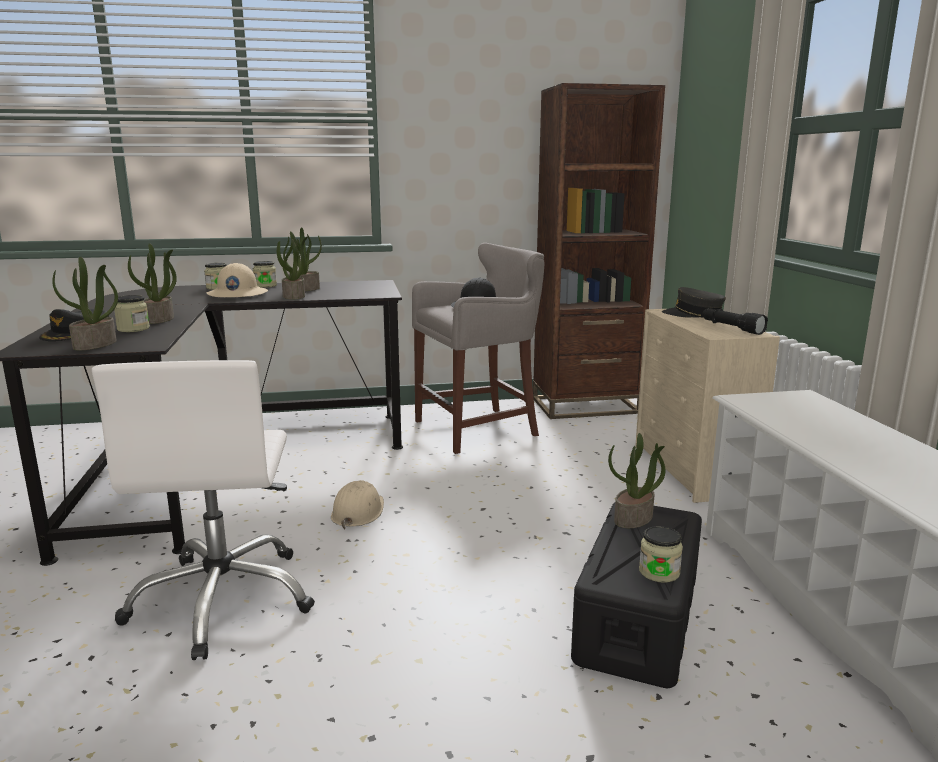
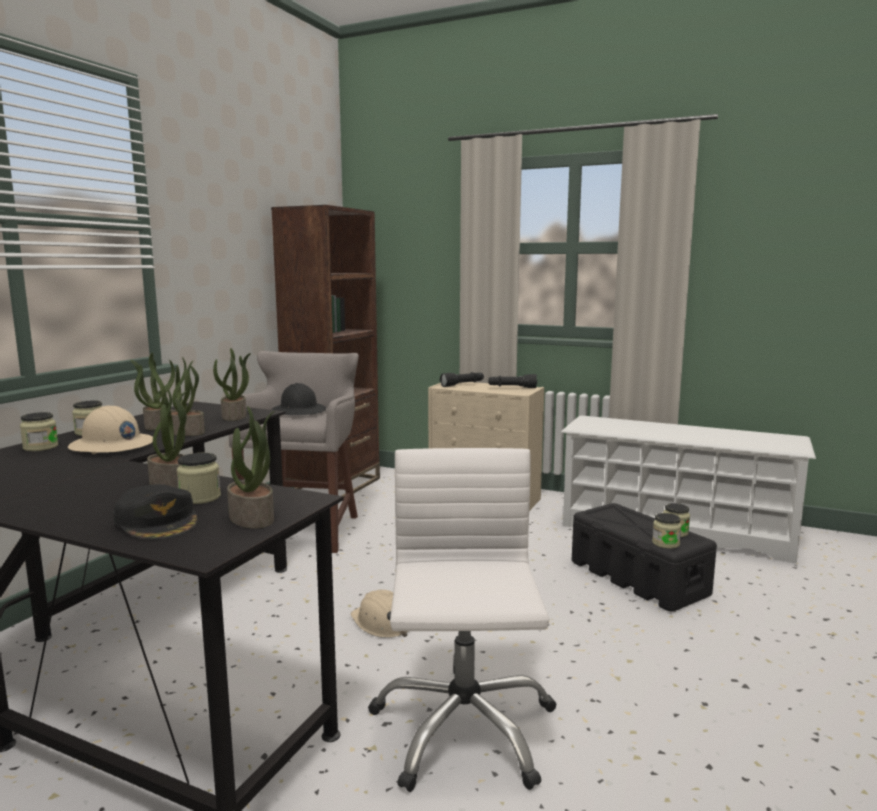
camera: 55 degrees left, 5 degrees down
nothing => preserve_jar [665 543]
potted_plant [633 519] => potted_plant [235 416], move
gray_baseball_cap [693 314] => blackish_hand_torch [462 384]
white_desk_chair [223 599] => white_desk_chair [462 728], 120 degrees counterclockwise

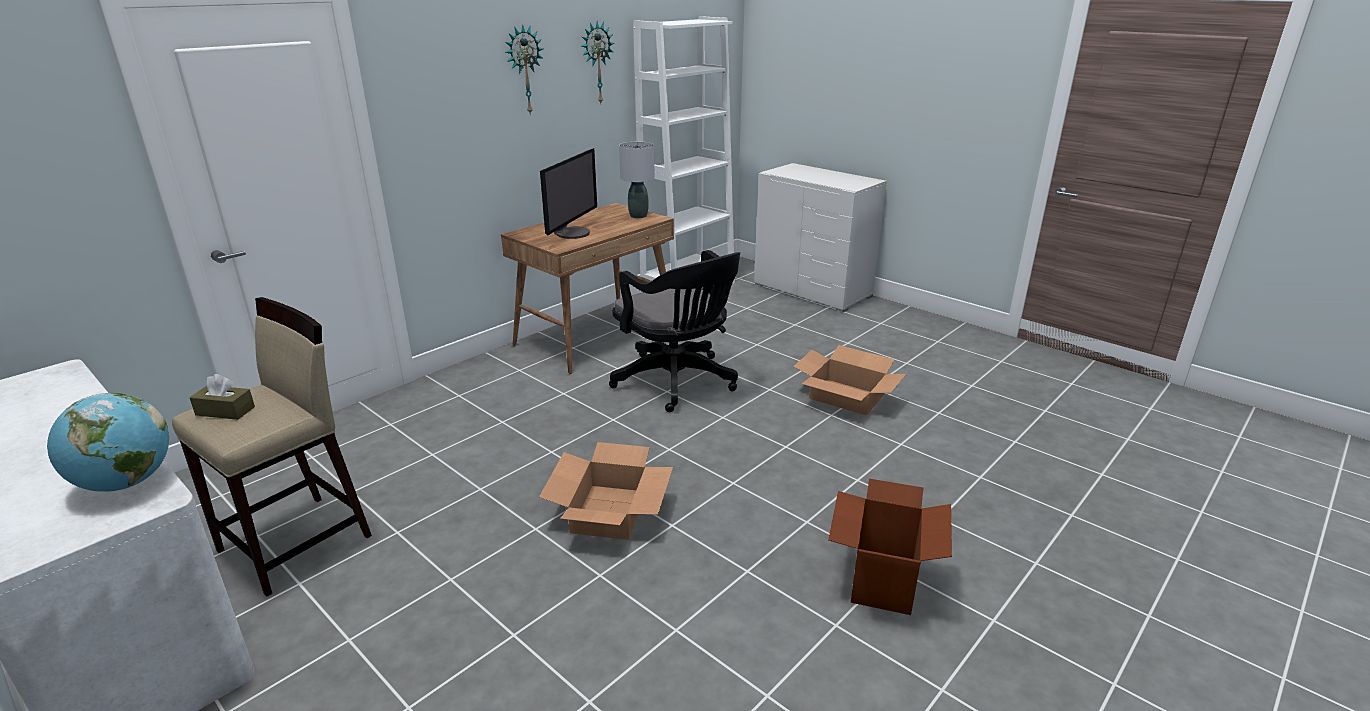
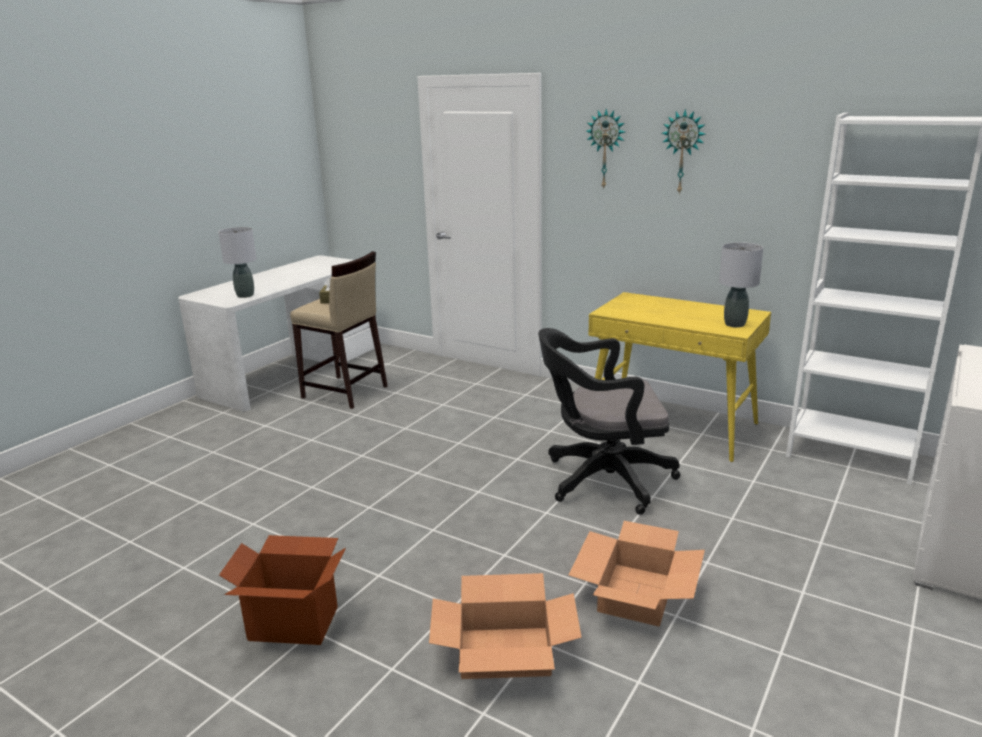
camera: 80 degrees right, 5 degrees down
monitor [572 233] => nothing
carton [609 512] => carton [505 652], move
clock_on_the_wall [596 63] => clock_on_the_wall [606 149], move
desk_globe [126 483] => gray_tabletop_lamp [245 295]
brown_desk_unit [596 335] => yellow-coloured_desk_unit [672 425]
blackish_desk_chair [678 383] => blackish_desk_chair [602 480], 45 degrees clockwise

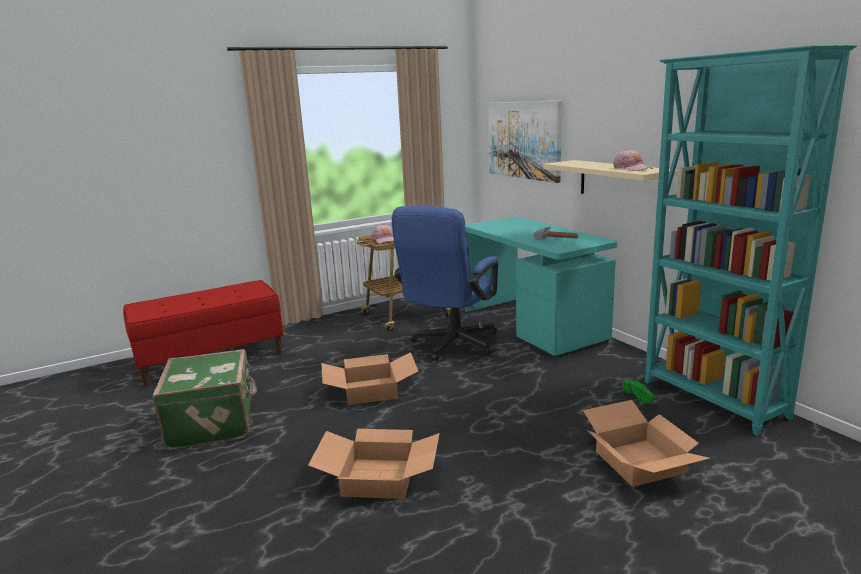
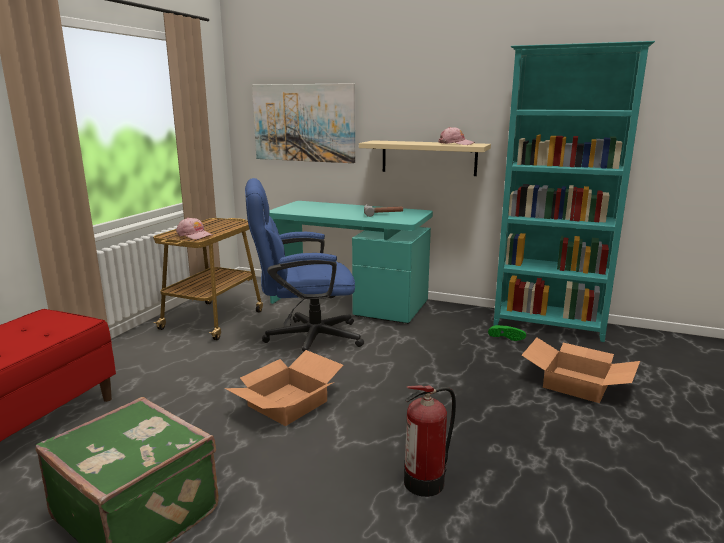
camera: 40 degrees left, 0 degrees up
carton [380 477] => fire_extinguisher [426 481]
bluish_desk_chair [451 346] => bluish_desk_chair [304 338], 90 degrees clockwise

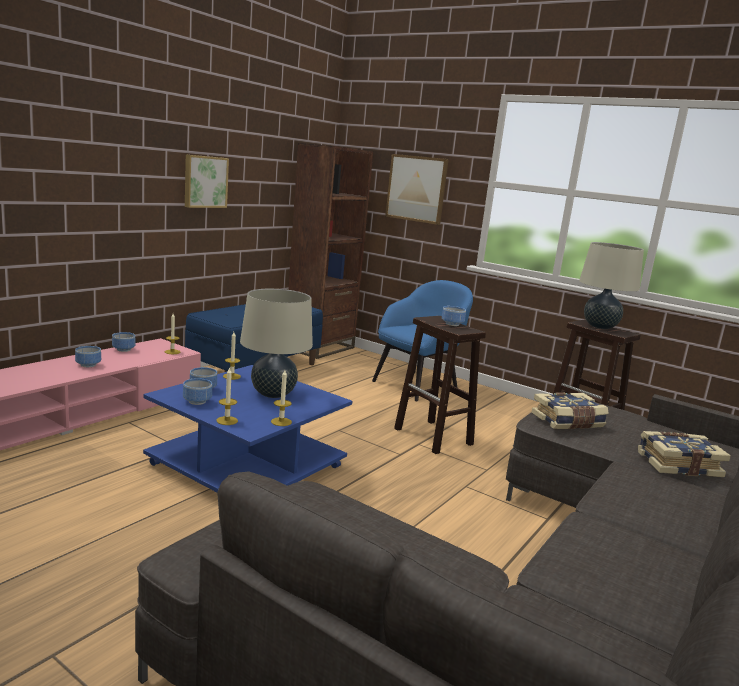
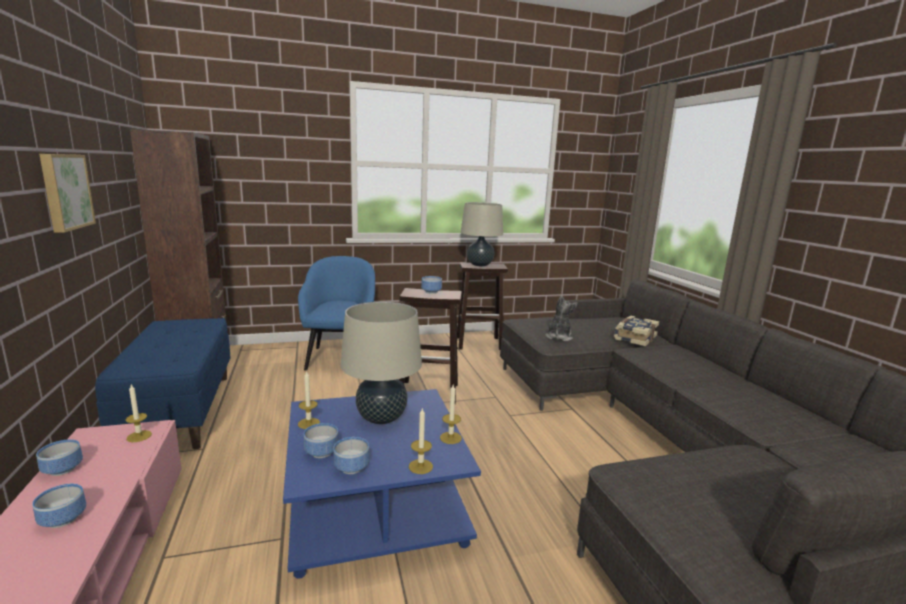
camera: 50 degrees left, 0 degrees up
wall_art [416 188] => nothing
book [568 422] => cuddly_toy [558 337]

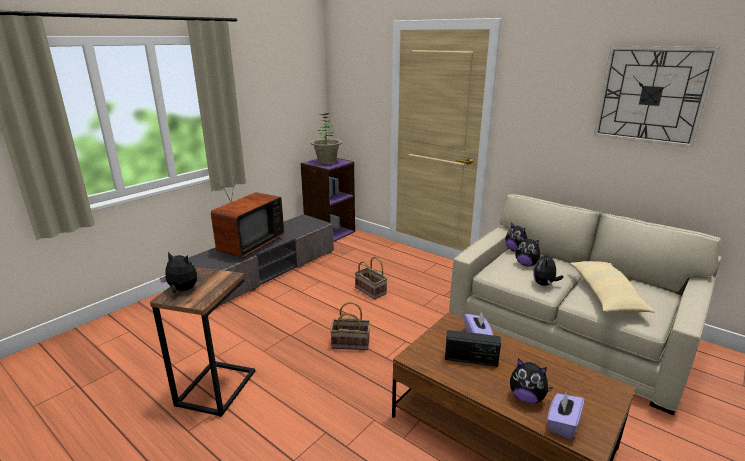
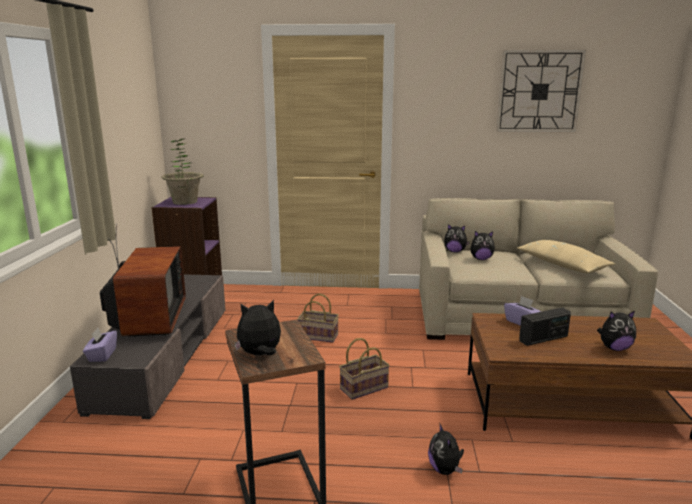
camera: 35 degrees left, 5 degrees down
cuddly_toy [544 284] => cuddly_toy [445 470], move
purplish_tissue_holder [562 424] => purplish_tissue_holder [102 355], move

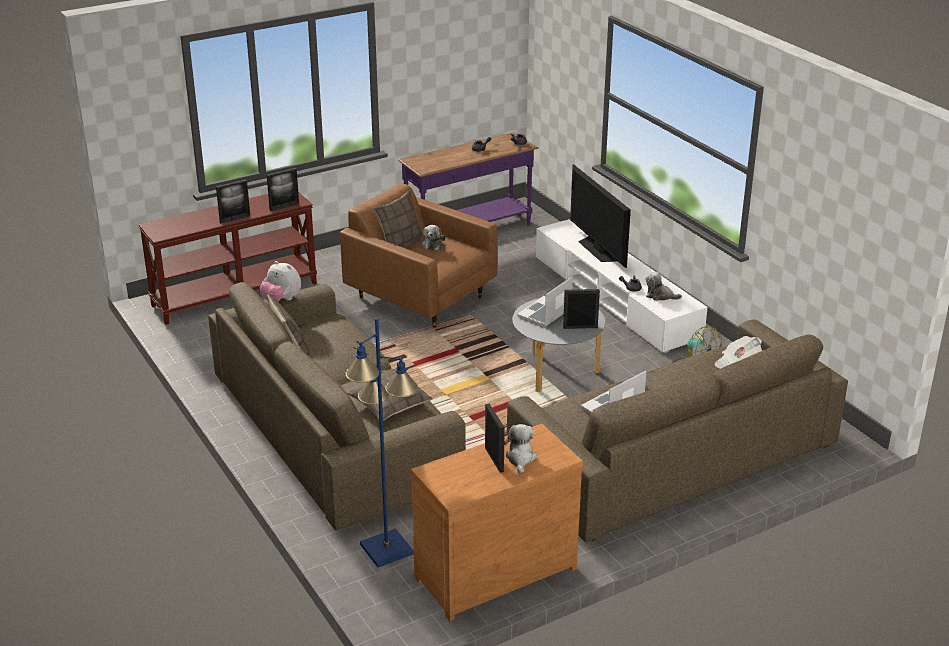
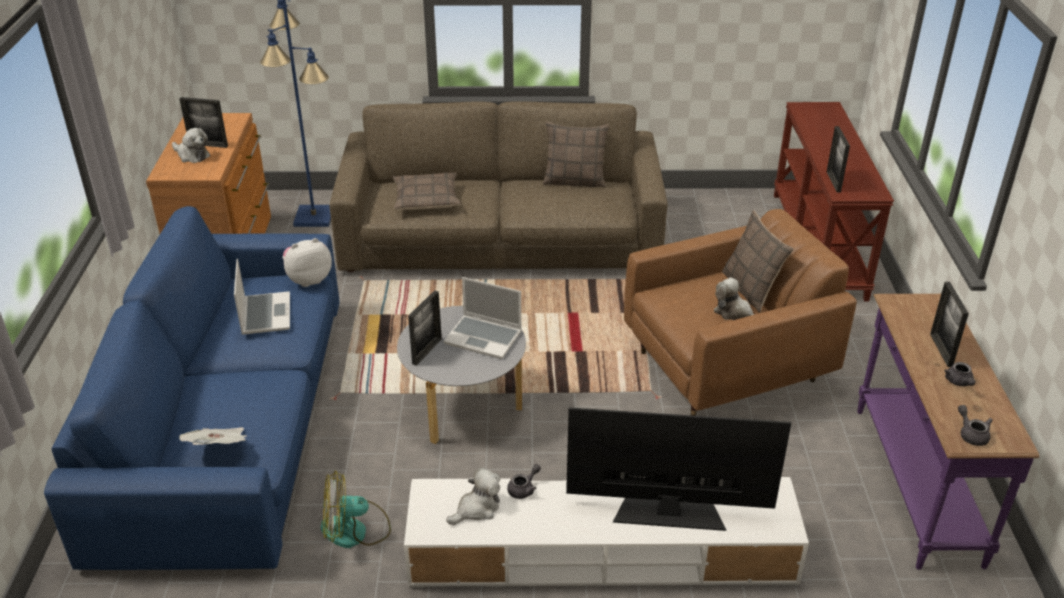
camera: 120 degrees right, 5 degrees up
picture_frame [235 219] => picture_frame [941 350], move
cuddly_toy [281 300] => cuddly_toy [308 279], move
brown_couch [672 456] => bluish_couch [229 421]
notebook_computer [545 313] => notebook_computer [484 338], 135 degrees clockwise

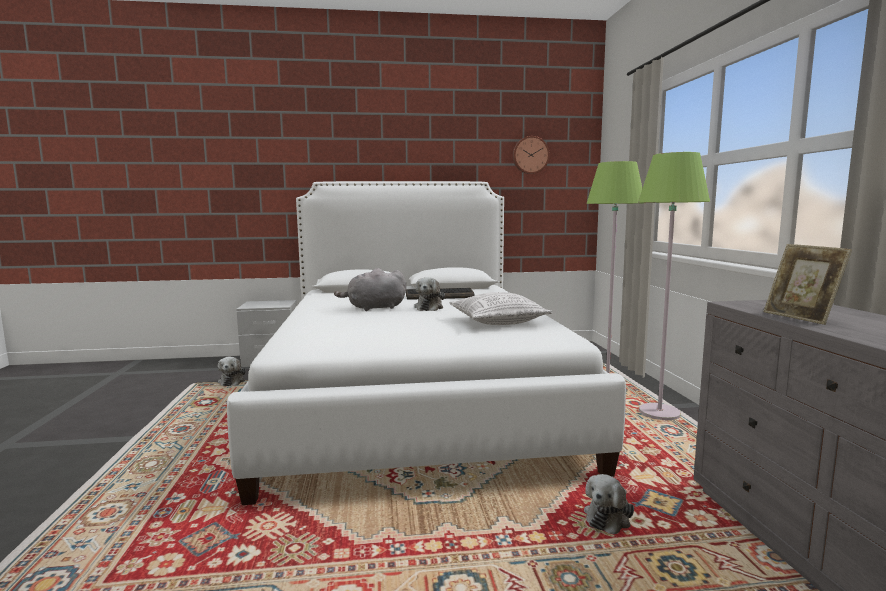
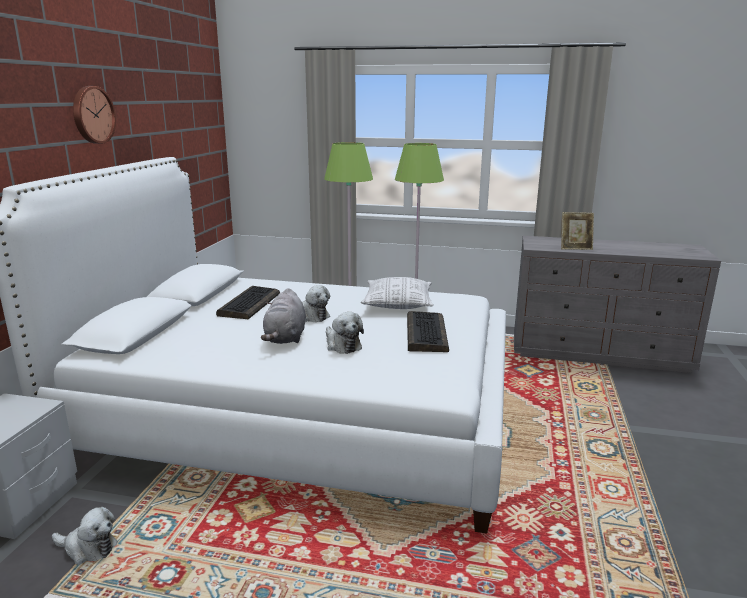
camera: 70 degrees left, 10 degrees up
nothing => computer_keyboard [425 333]
clock_on_the_wall [530 155] => clock_on_the_wall [92 115], move
cuddly_toy [608 517] => cuddly_toy [342 345], move

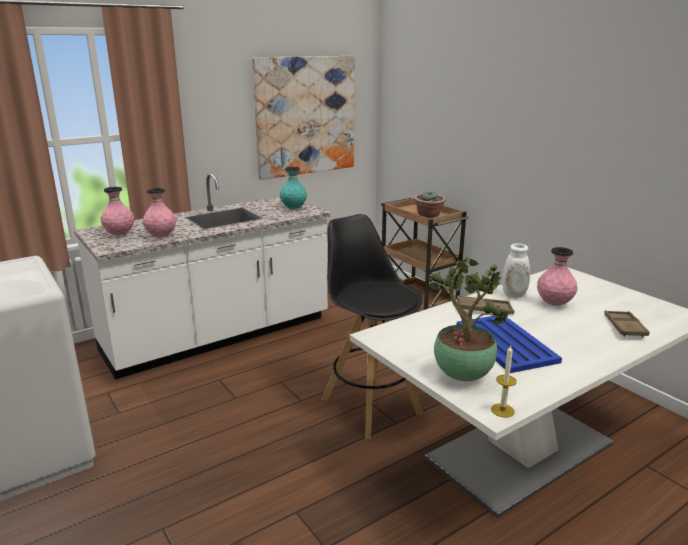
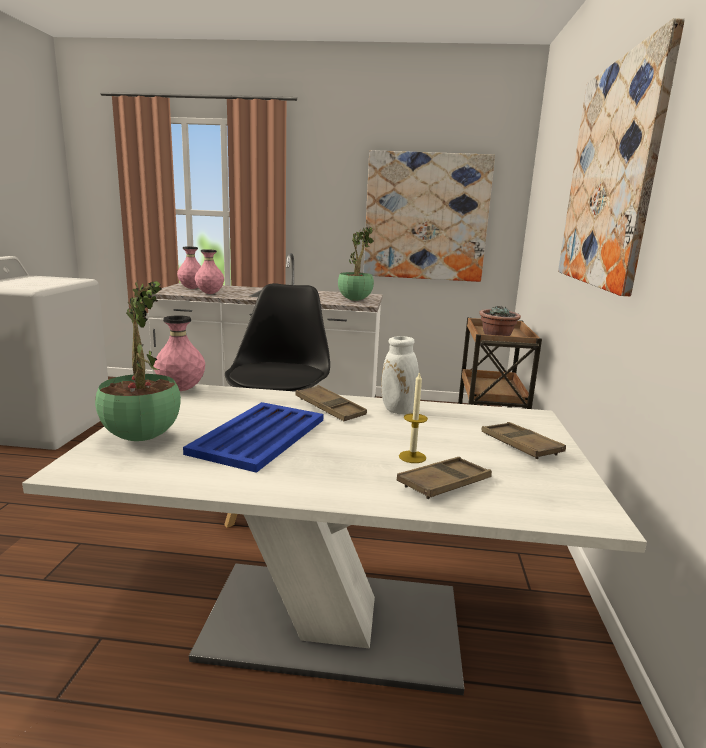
camera: 40 degrees right, 5 degrees down
nothing => brown_carrying_tray [520 445]
nothing => wall_art [610 176]
wax_candle [502 410] => wax_candle [412 457], move
pink-coloured_flower_vase [554 304] => pink-coloured_flower_vase [181 390], move
turquoise_flower_vase [293 208] => potted_plant [355 300]

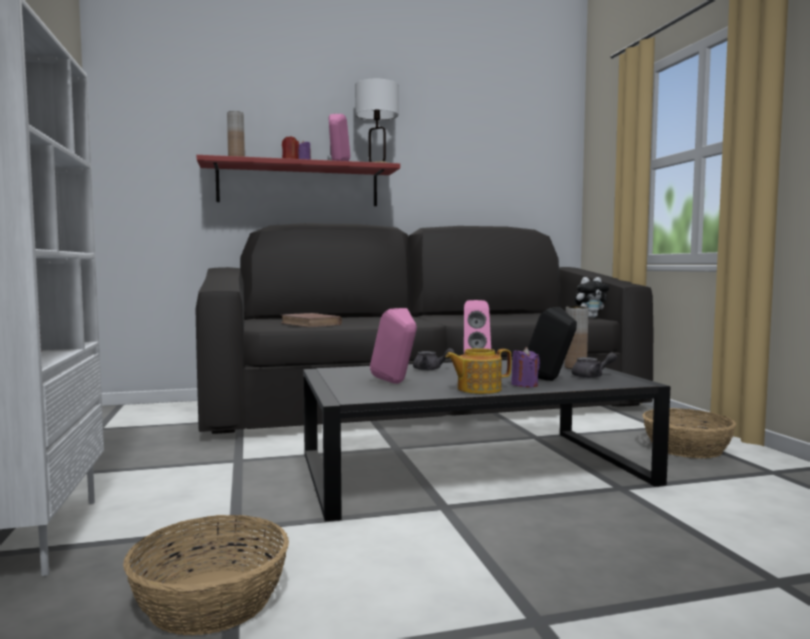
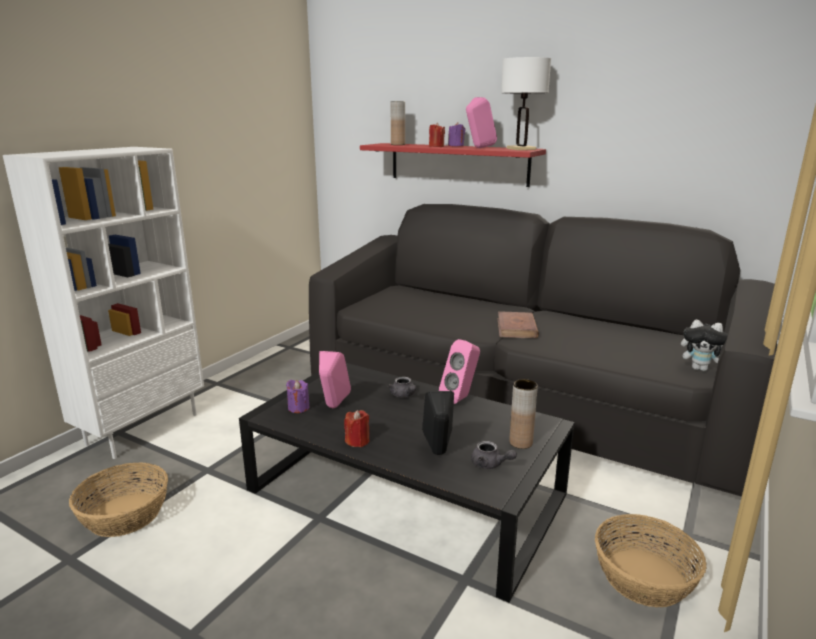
camera: 45 degrees right, 15 degrees up
brown_book [310 324] => brown_book [516 328], move
purplish_wax_candle [524 385] => purplish_wax_candle [298 408], move
pot_for_tea [478 389] => reddish_wax_candle [357 441]

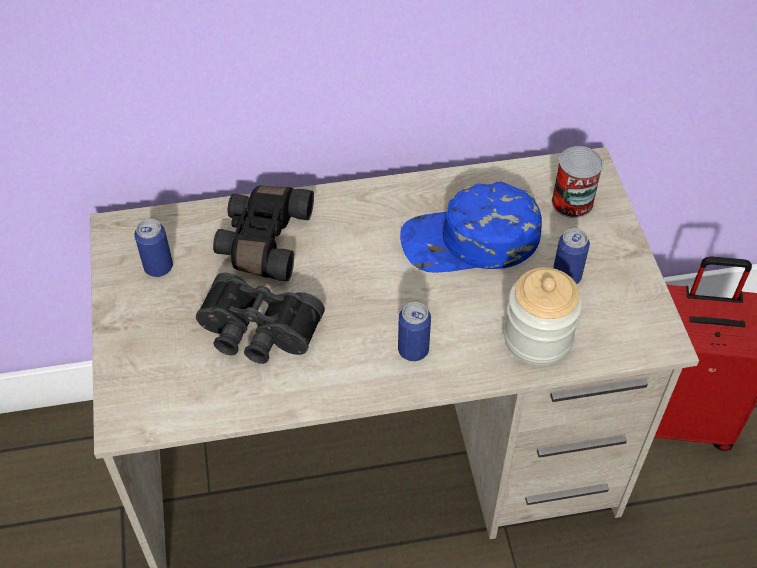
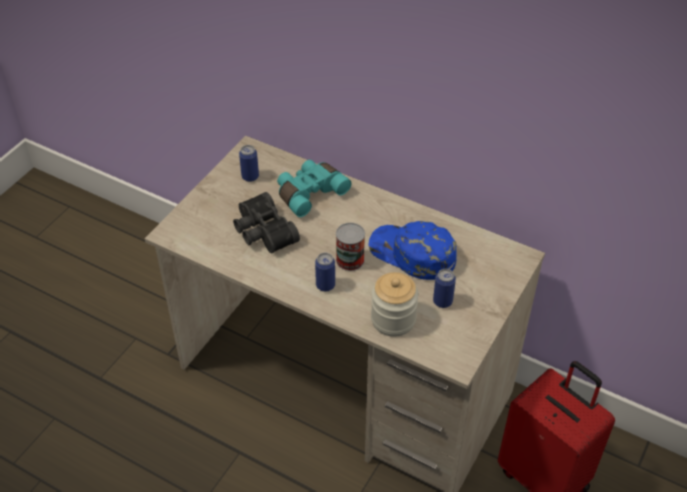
camera: 40 degrees right, 5 degrees down
sealed_can [572 202] => sealed_can [350 260], move
blackish_binoculars [263 241] => turquoise_binoculars [309 193]

